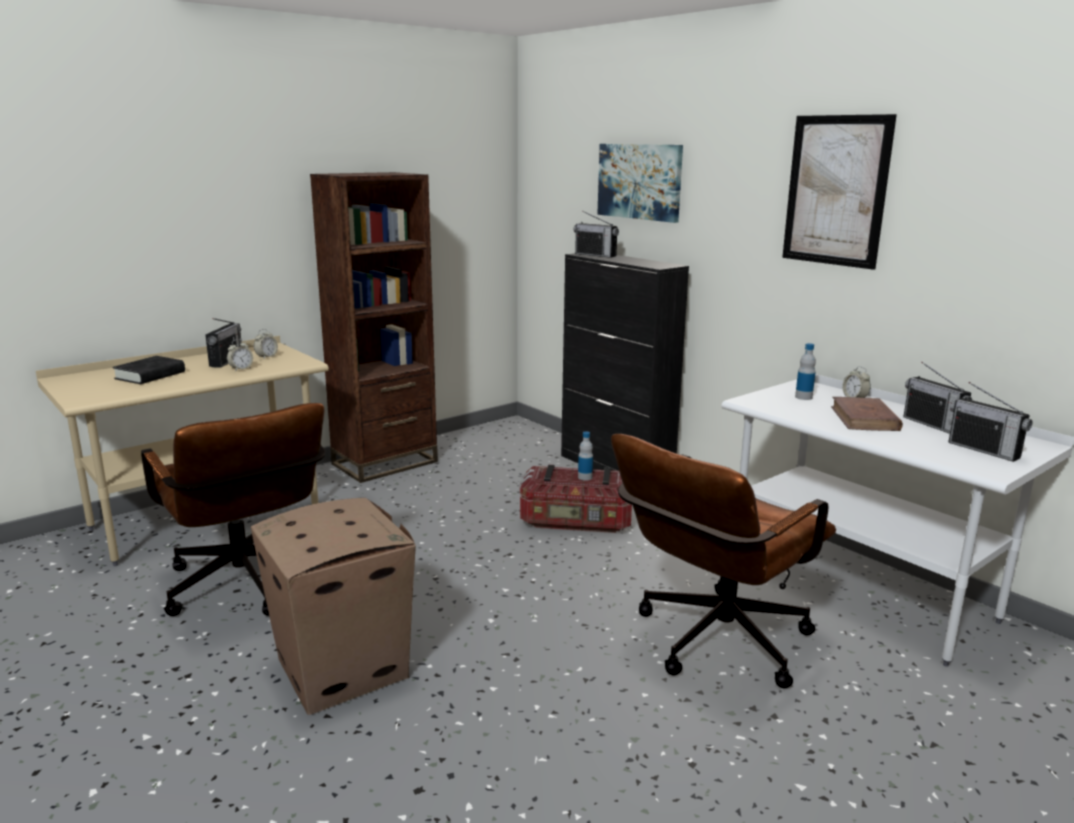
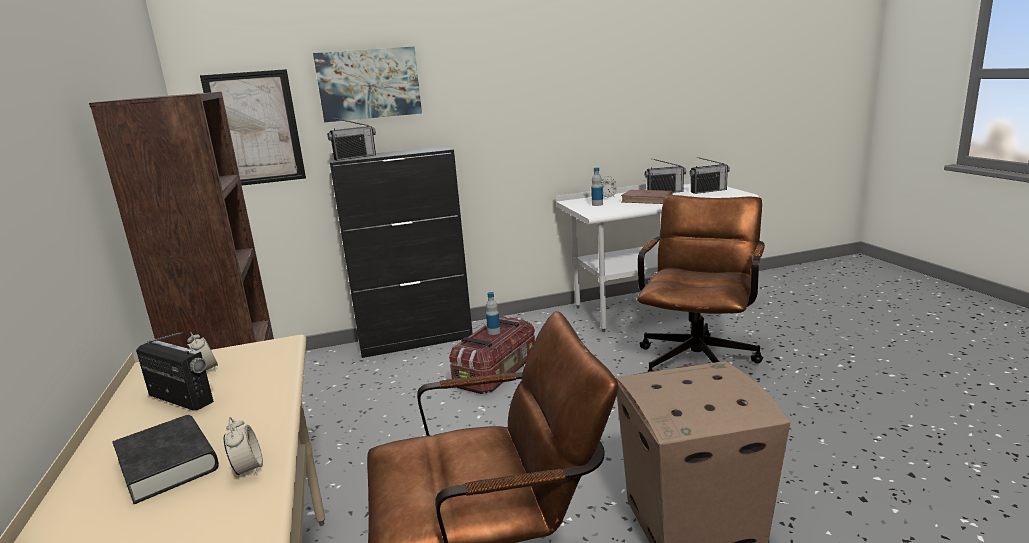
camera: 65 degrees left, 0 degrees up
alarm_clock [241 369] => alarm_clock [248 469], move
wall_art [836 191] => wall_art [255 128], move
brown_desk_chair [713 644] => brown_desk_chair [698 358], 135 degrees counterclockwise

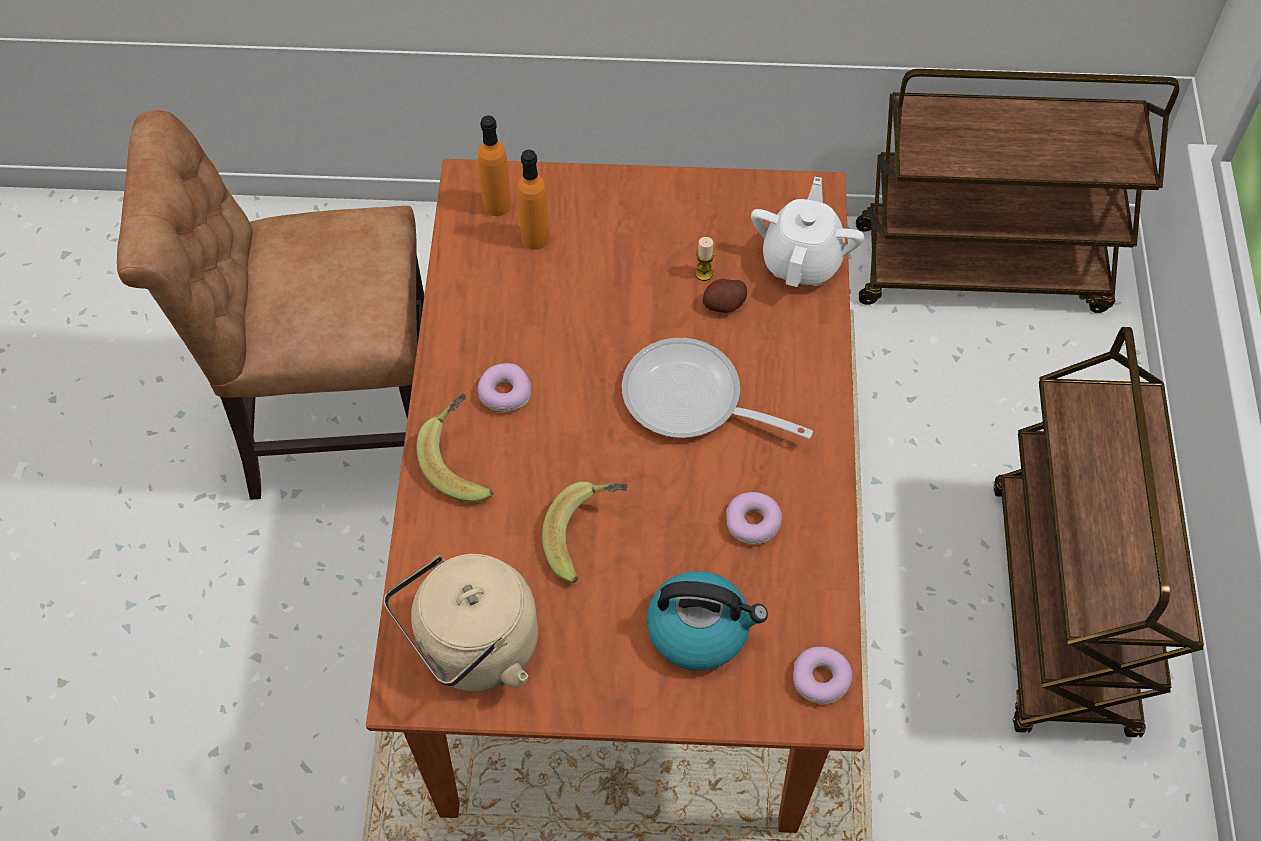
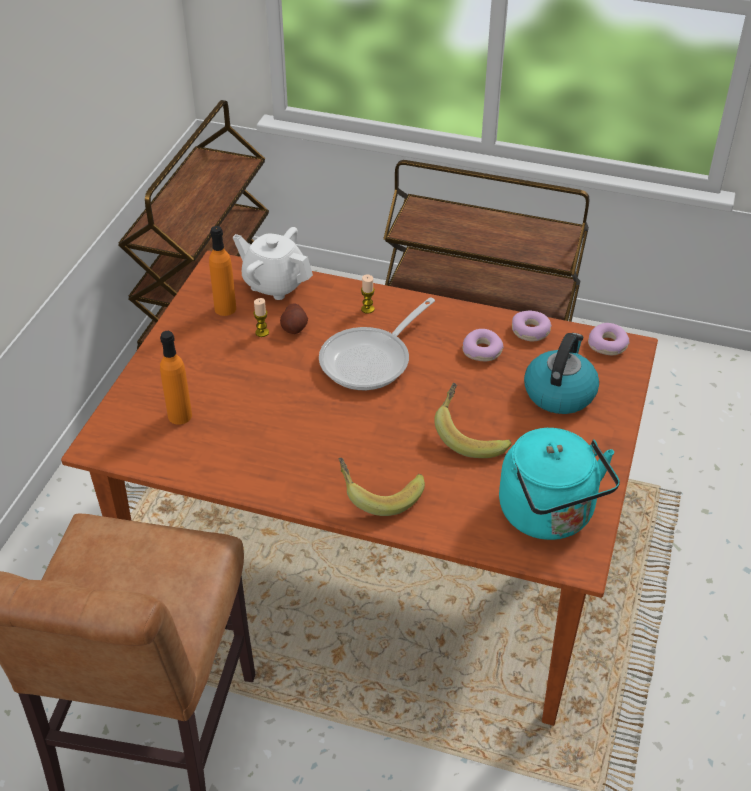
camera: 75 degrees left, 15 degrees down
nothing => wax_candle [367 309]
orange-coloured_drink_bottle [497 205] => orange-coloured_drink_bottle [225 308], move
ring_doughnut [504 393] => ring_doughnut [530 331], move
beige_water_kettle [472 650] => turquoise_water_kettle [550 516]

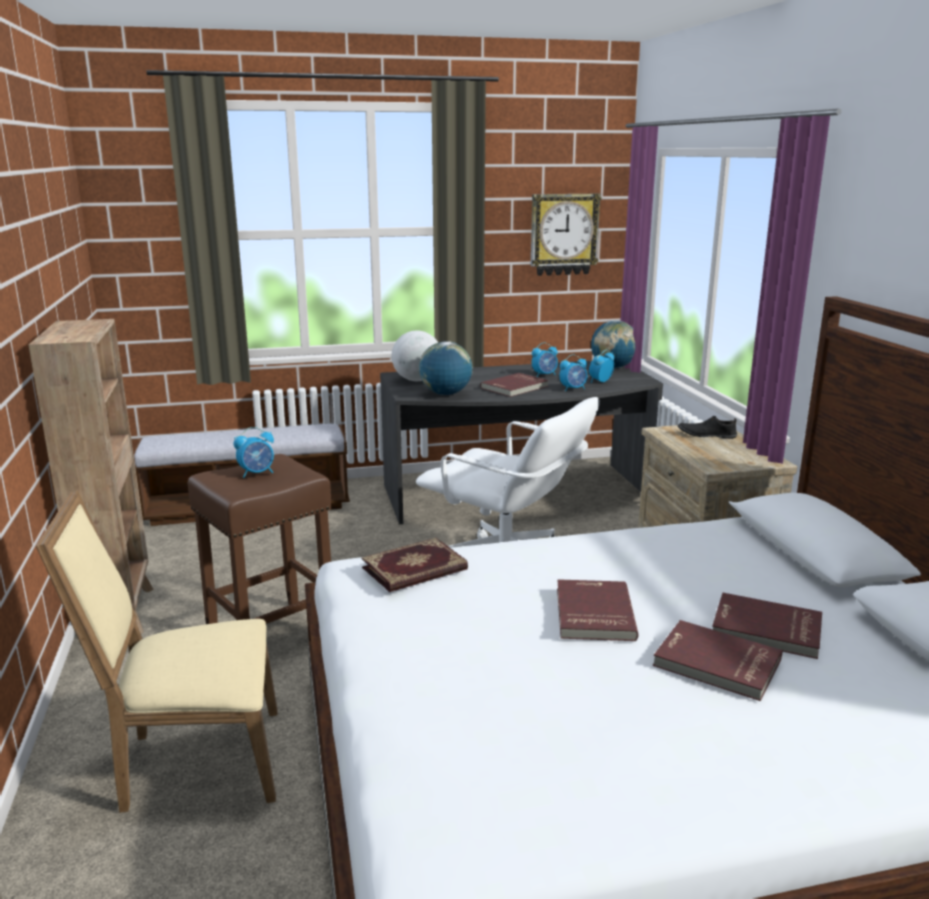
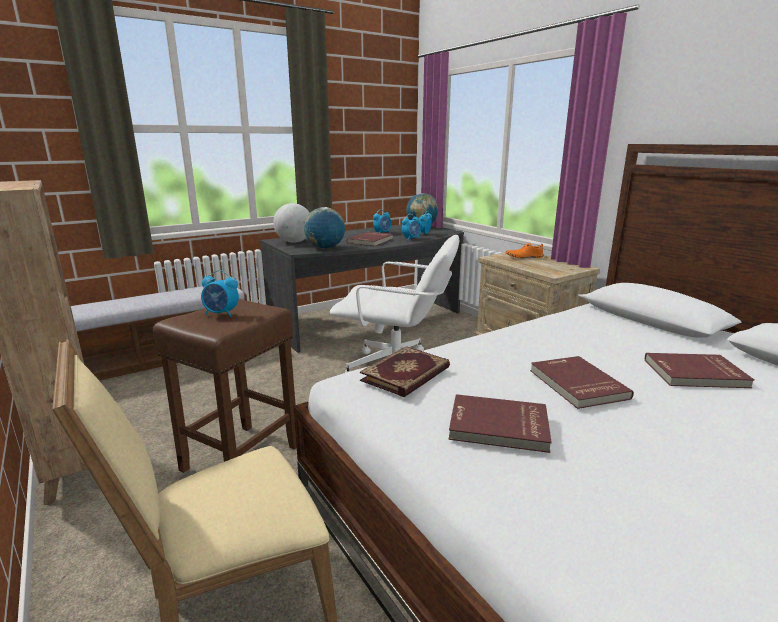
camera: 20 degrees left, 0 degrees up
clock_on_the_wall [563 234] => nothing
reddish_book [716 664] => reddish_book [498 426], move
blackish_low_shoe [706 435] => orange-coloured_low_shoe [524 257]
alarm_clock [257 473] => alarm_clock [221 314], 60 degrees clockwise

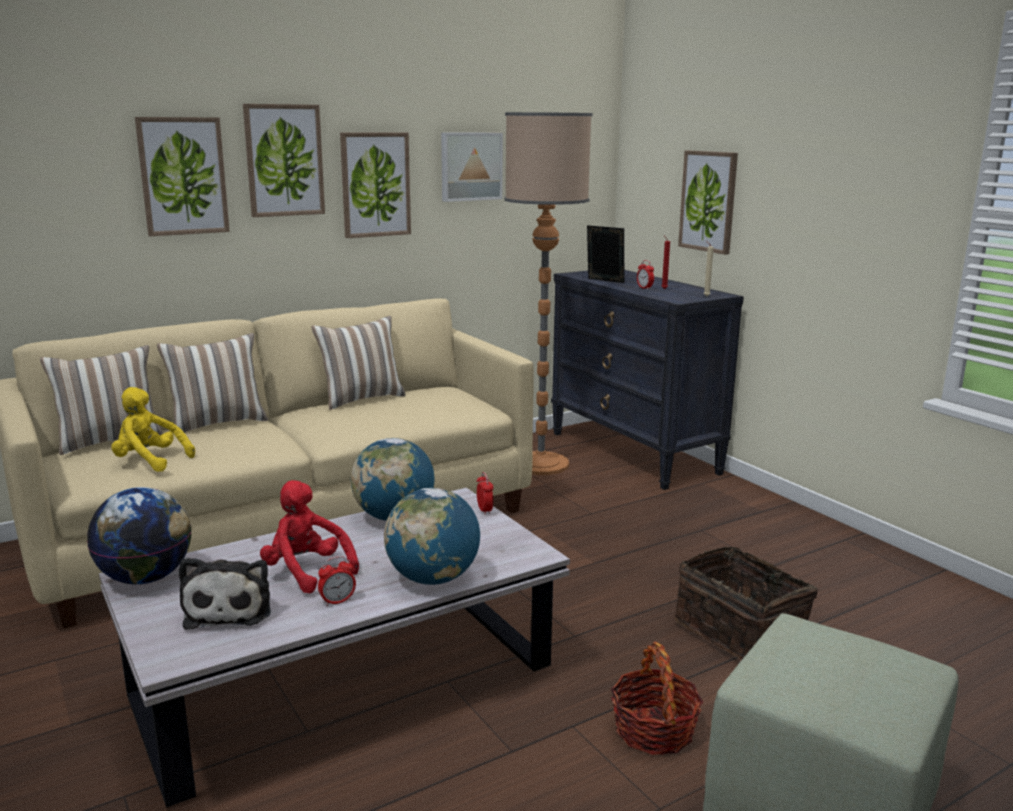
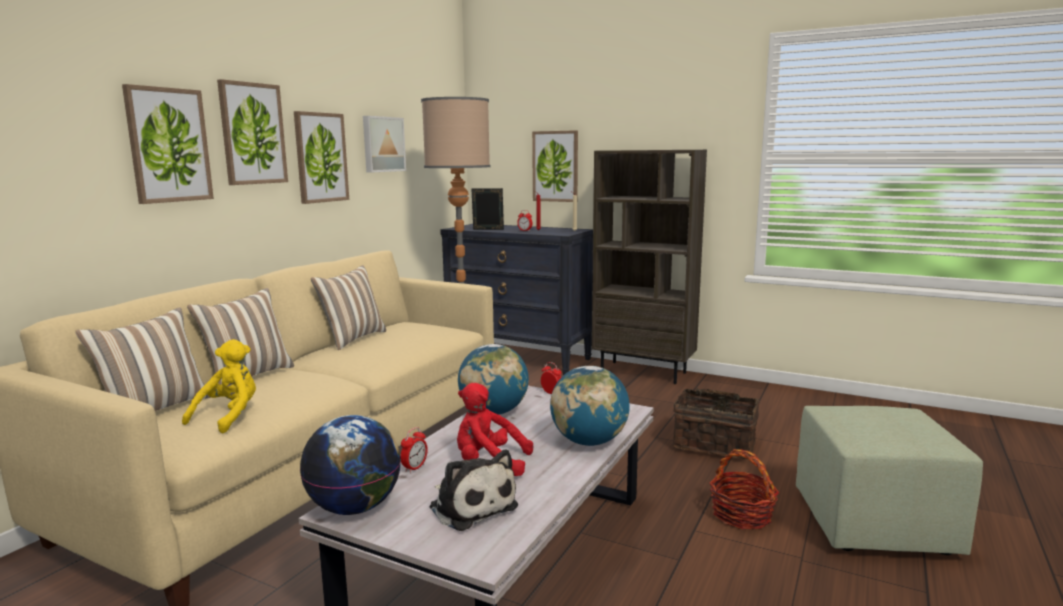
camera: 30 degrees left, 5 degrees down
nothing => brown_bookshelf [644 372]
alarm_clock [337 601] => alarm_clock [414 468], move
yellow-coloured_cuddly_toy [149 461] => yellow-coloured_cuddly_toy [229 417], 120 degrees clockwise

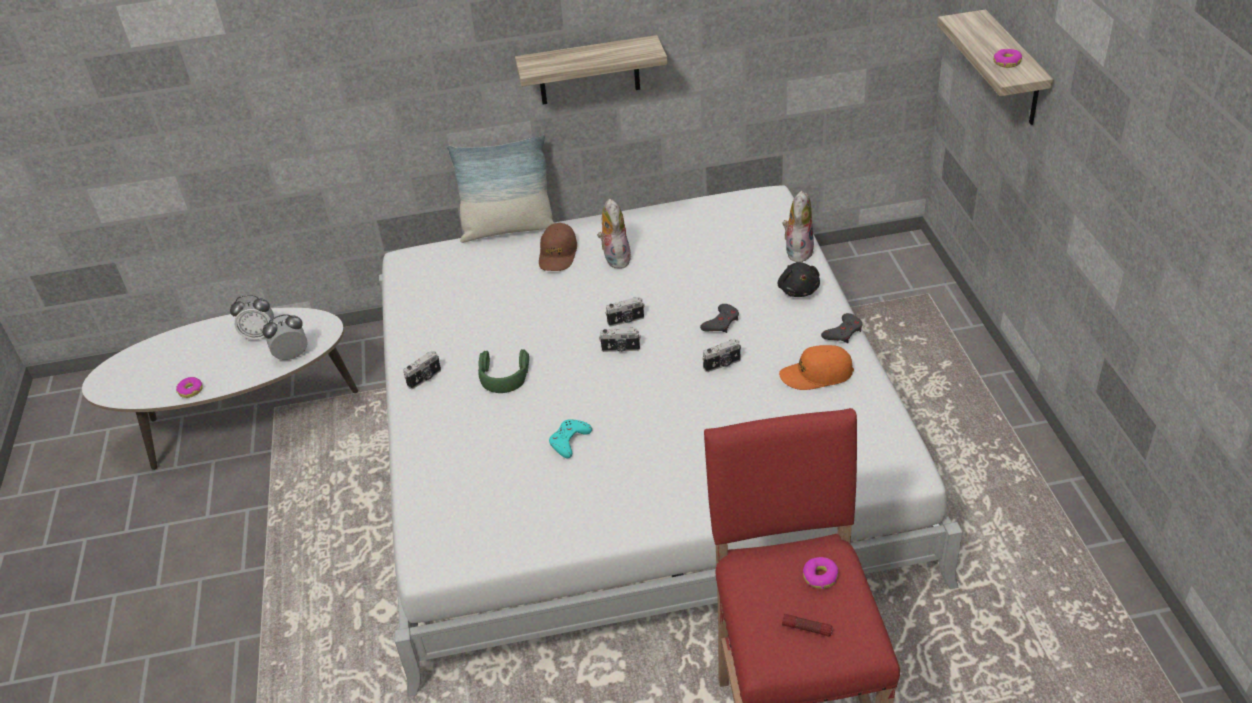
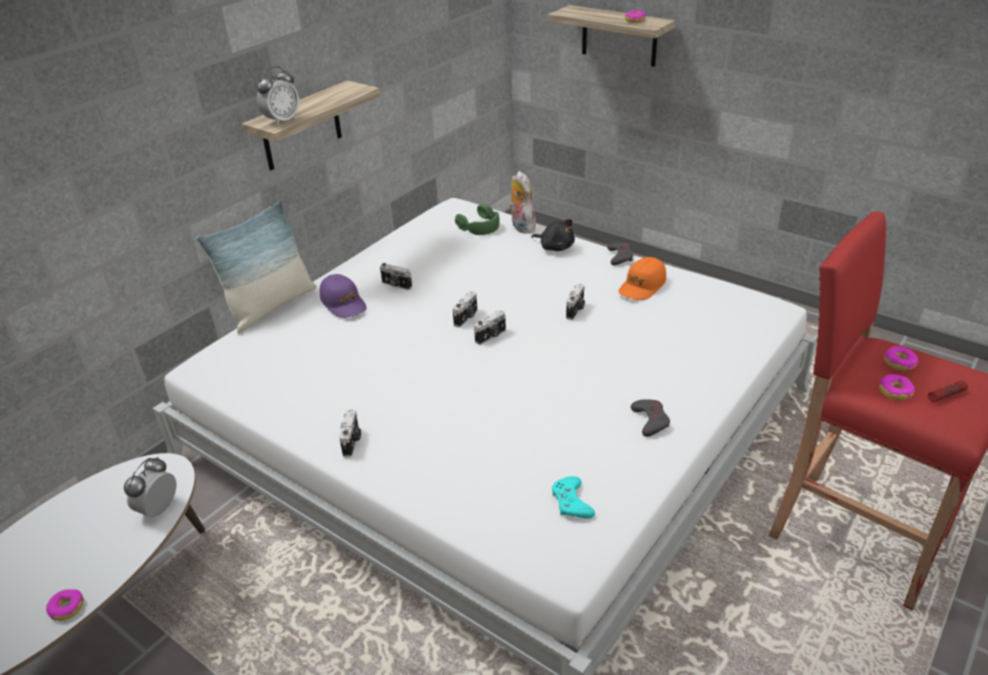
camera: 45 degrees left, 5 degrees down
nothing => ring_doughnut [895 391]
alarm_clock [259 335] => alarm_clock [282 121], move
greenish_pair_of_headphones [503 376] => greenish_pair_of_headphones [480 226], move
turquoise_gamepad [569 441] => turquoise_gamepad [571 502], move
gray_gamepad [721 322] => gray_gamepad [650 420], move
cuddly_toy [615 258] => photo_camera [396 285]
brown_baseball_cap [558 254] => purplish_baseball_cap [343 303]

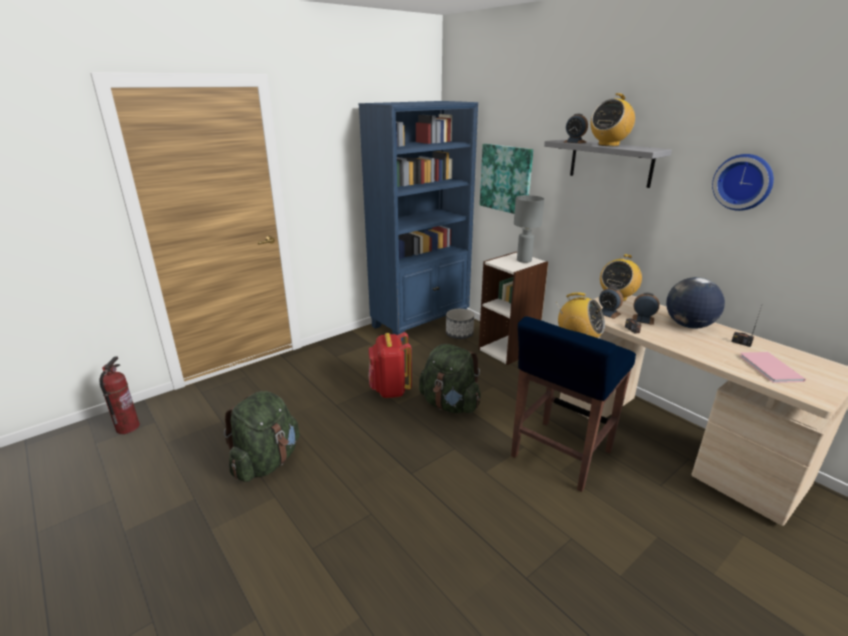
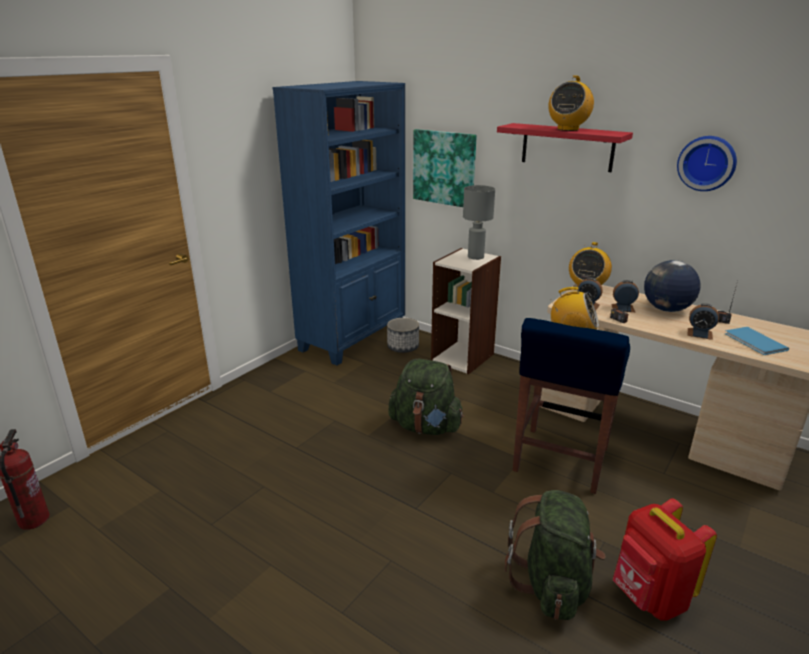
camera: 15 degrees left, 0 degrees up
greenish_knapsack [267 462] => greenish_knapsack [552 584], move
reddish_knapsack [390 390] => reddish_knapsack [649 597], move
alarm_clock [574 142] => alarm_clock [699 334], move
gray_bracket_shelf [610 162] => reddish_bracket_shelf [567 147]
pink-coloured_book [769 369] => bluish_book [755 342]

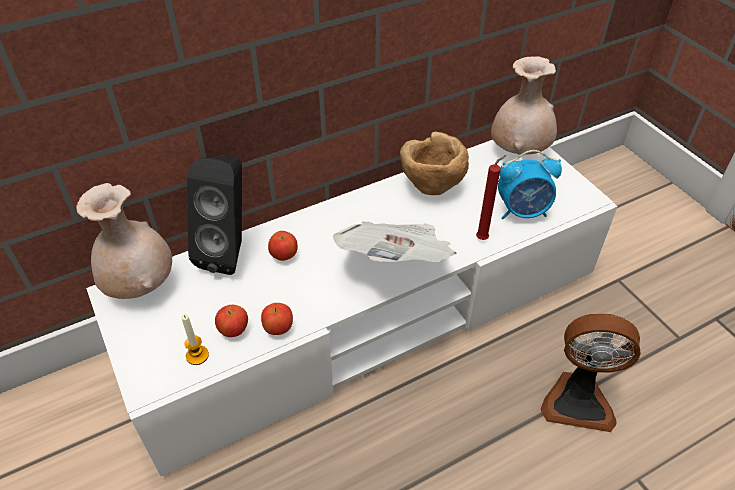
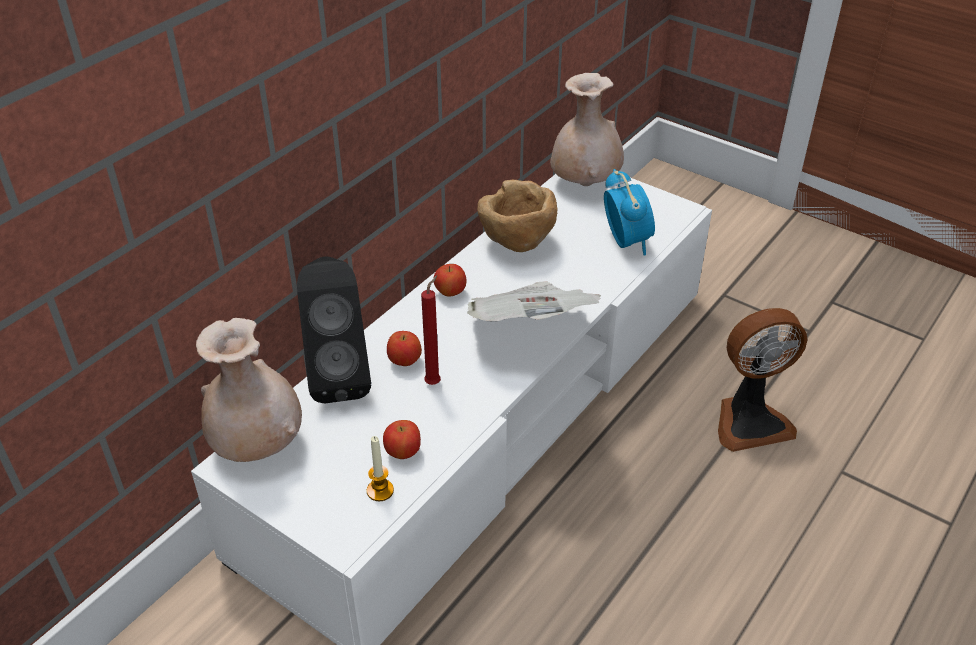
camera: 25 degrees left, 5 degrees down
apple_fruit [278 328] => apple_fruit [450 293], move
reddish_wax_candle [483 238] => reddish_wax_candle [434 382], move
alarm_clock [522 211] => alarm_clock [626 241], 75 degrees counterclockwise

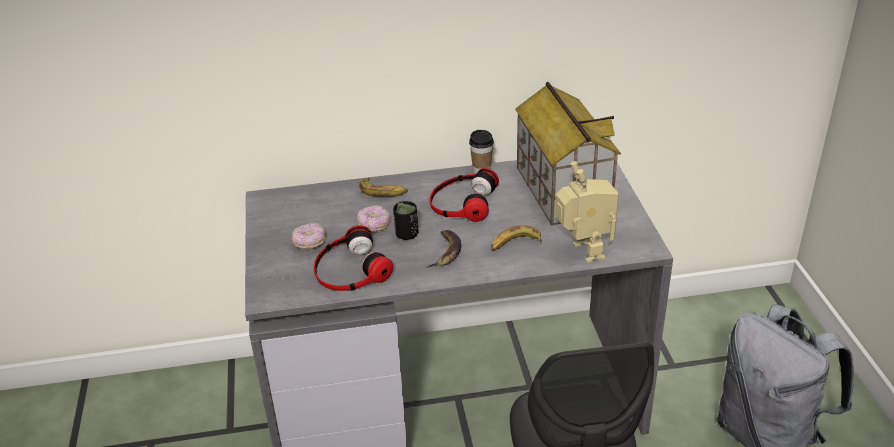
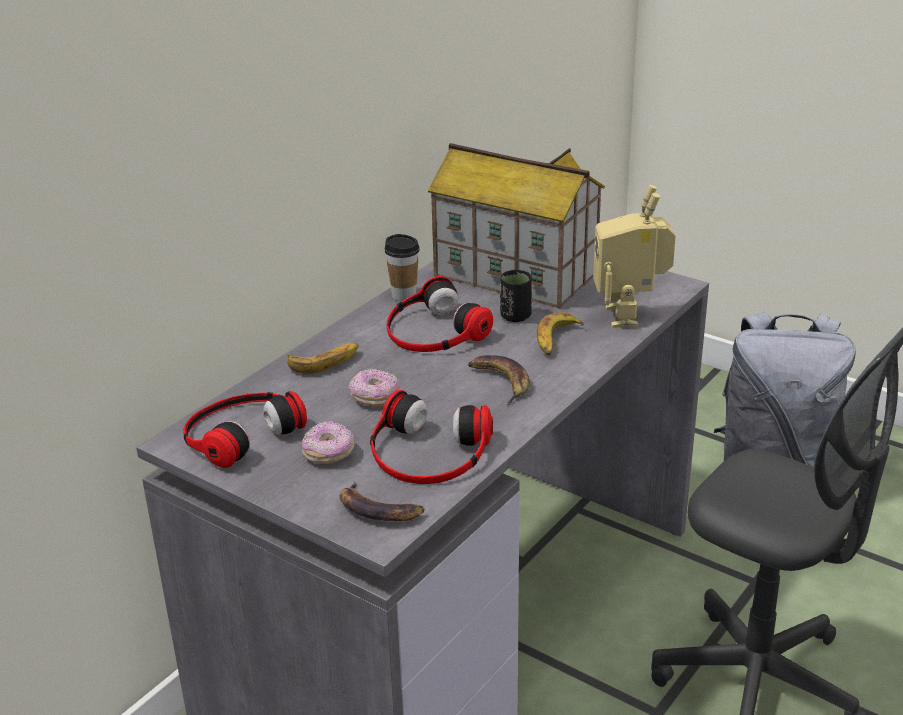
camera: 45 degrees left, 5 degrees down
nothing => pair_of_headphones [240 433]
nothing => banana [378 509]
blackish_small_cup [406 235] => blackish_small_cup [515 316], move
toy_robot [583 252] => toy_robot [630 316], 120 degrees counterclockwise

